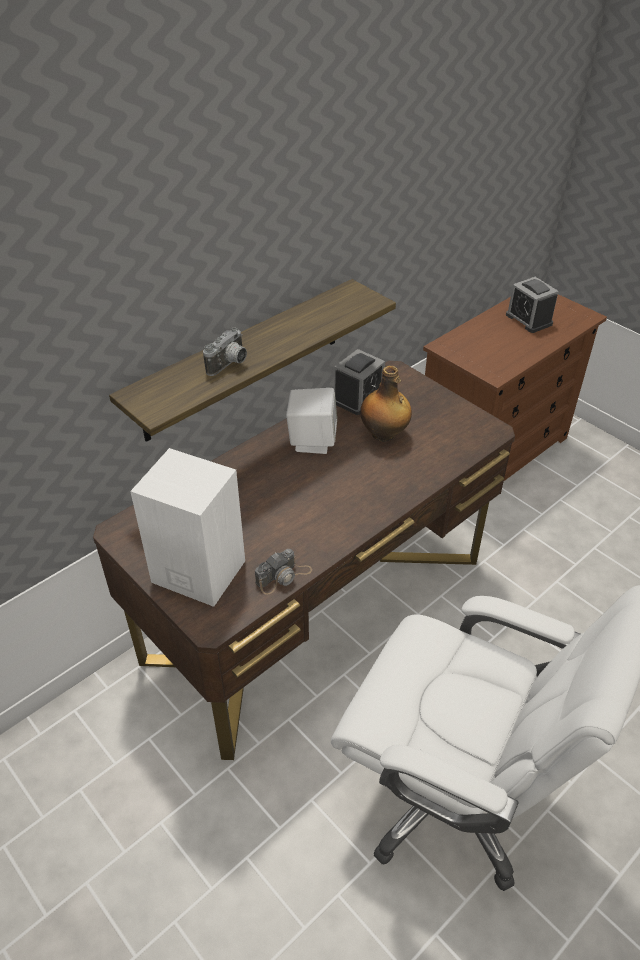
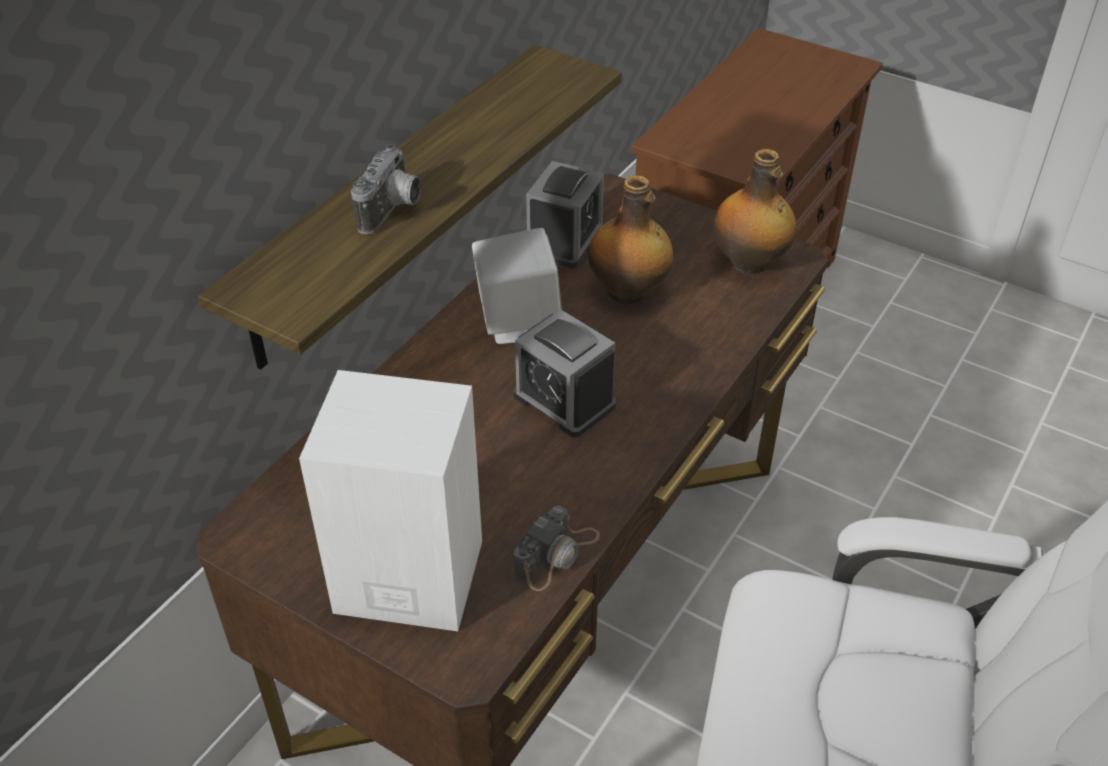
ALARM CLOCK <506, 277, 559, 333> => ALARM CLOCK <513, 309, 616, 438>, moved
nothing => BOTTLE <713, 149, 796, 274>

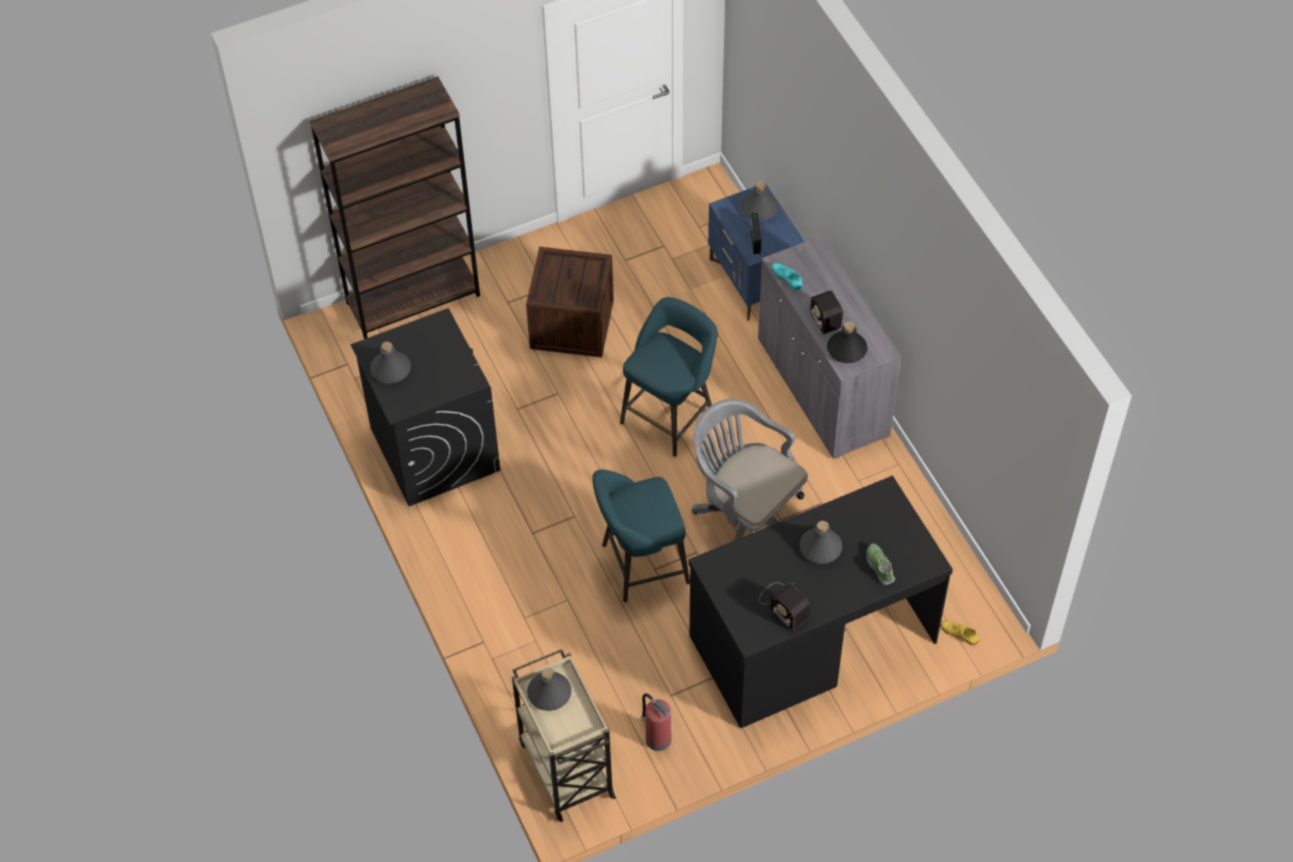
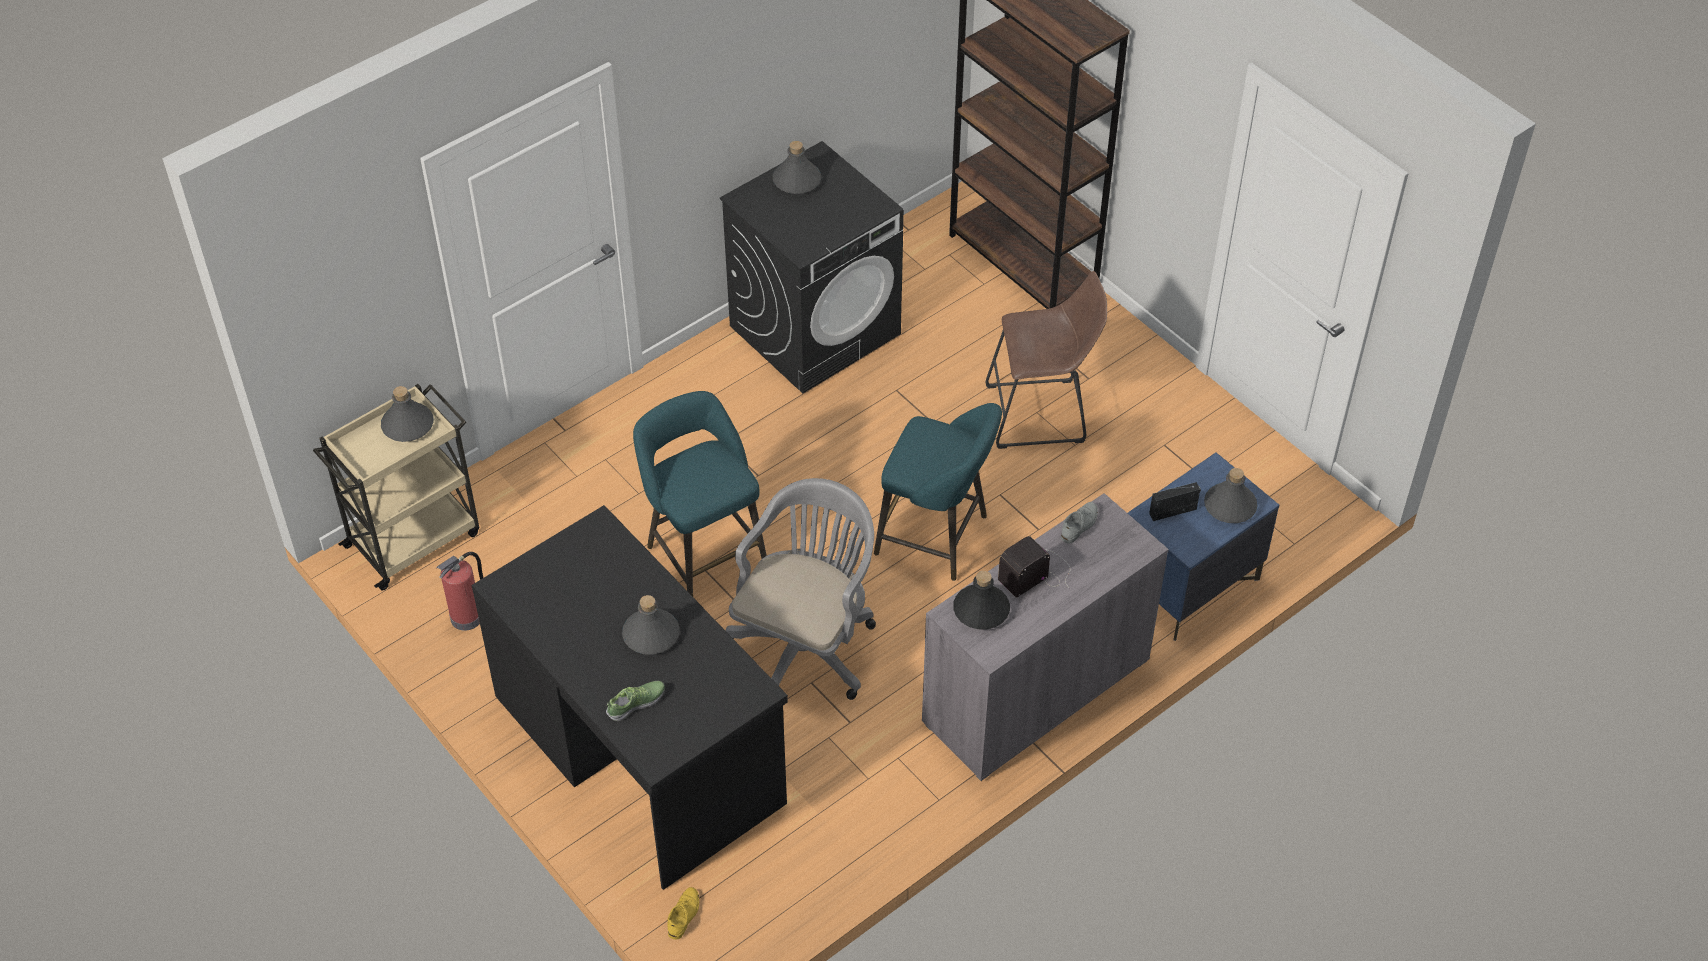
CRATE <526, 247, 614, 357> => BROWN STOOL <986, 271, 1107, 449>
TURQUOISE SHOE <771, 263, 803, 291> => GREY SHOE <1061, 502, 1098, 543>
RADIO <759, 583, 810, 631> => nothing

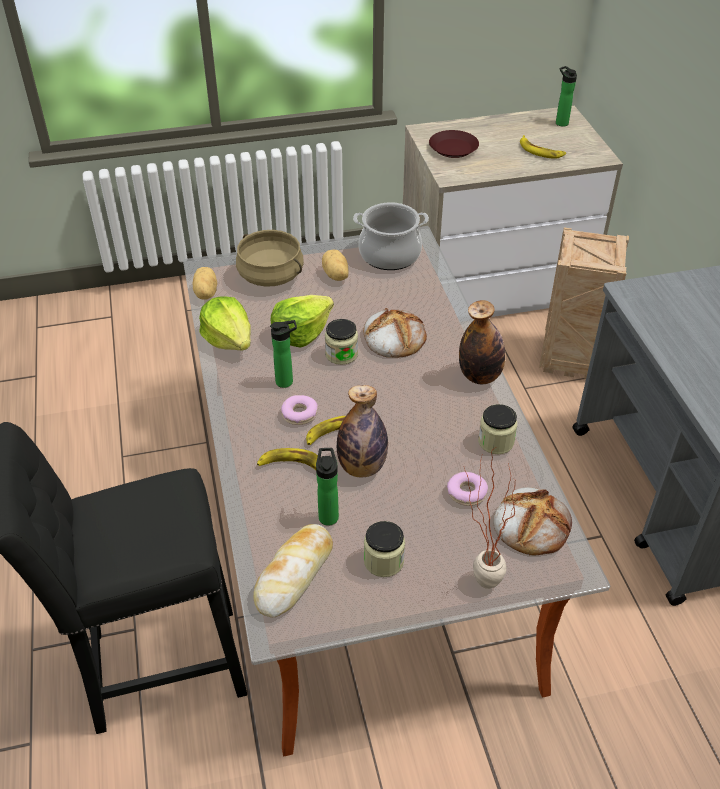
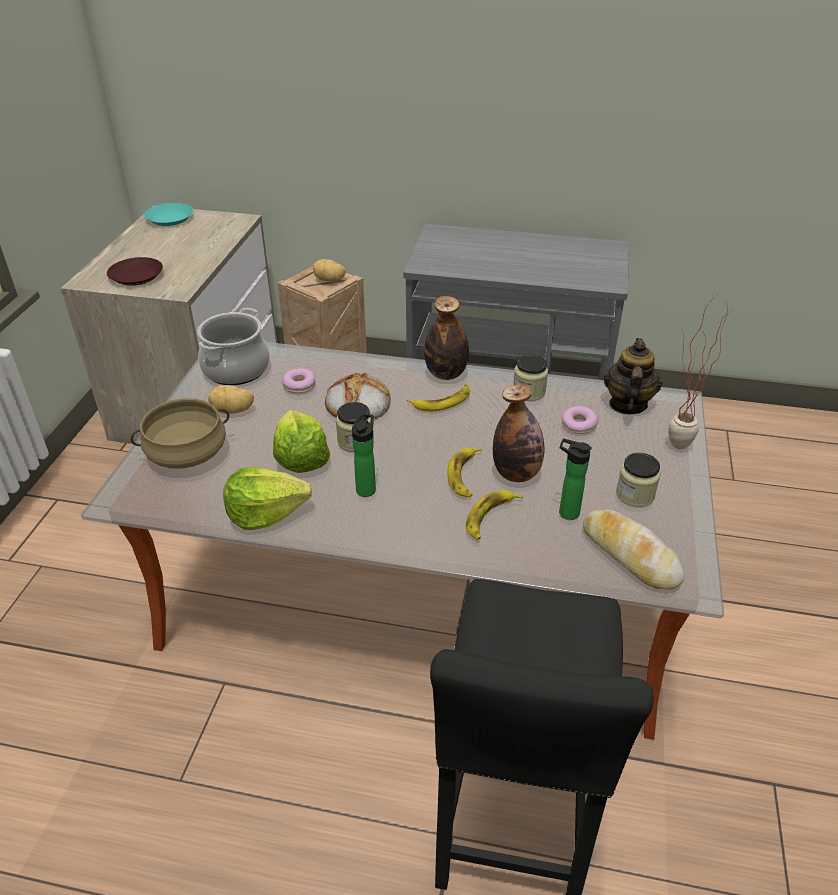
BOTTLE <556, 66, 577, 127> => TURQUOISE PLATE <144, 203, 193, 226>
DONUT <281, 395, 318, 425> => DONUT <282, 368, 316, 394>, moved
POTATO <193, 267, 217, 300> => POTATO <313, 259, 346, 282>, moved
BANANA <520, 135, 566, 159> => BANANA <407, 385, 470, 411>, moved
BREAD <493, 487, 572, 555> => TEAPOT <604, 338, 663, 414>

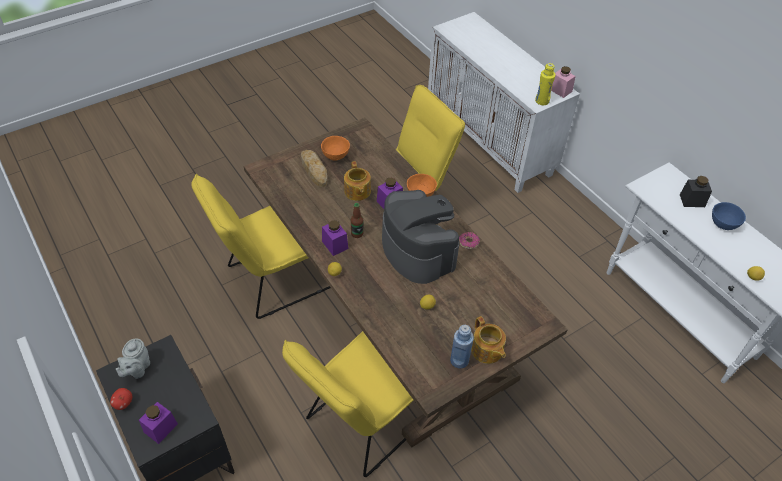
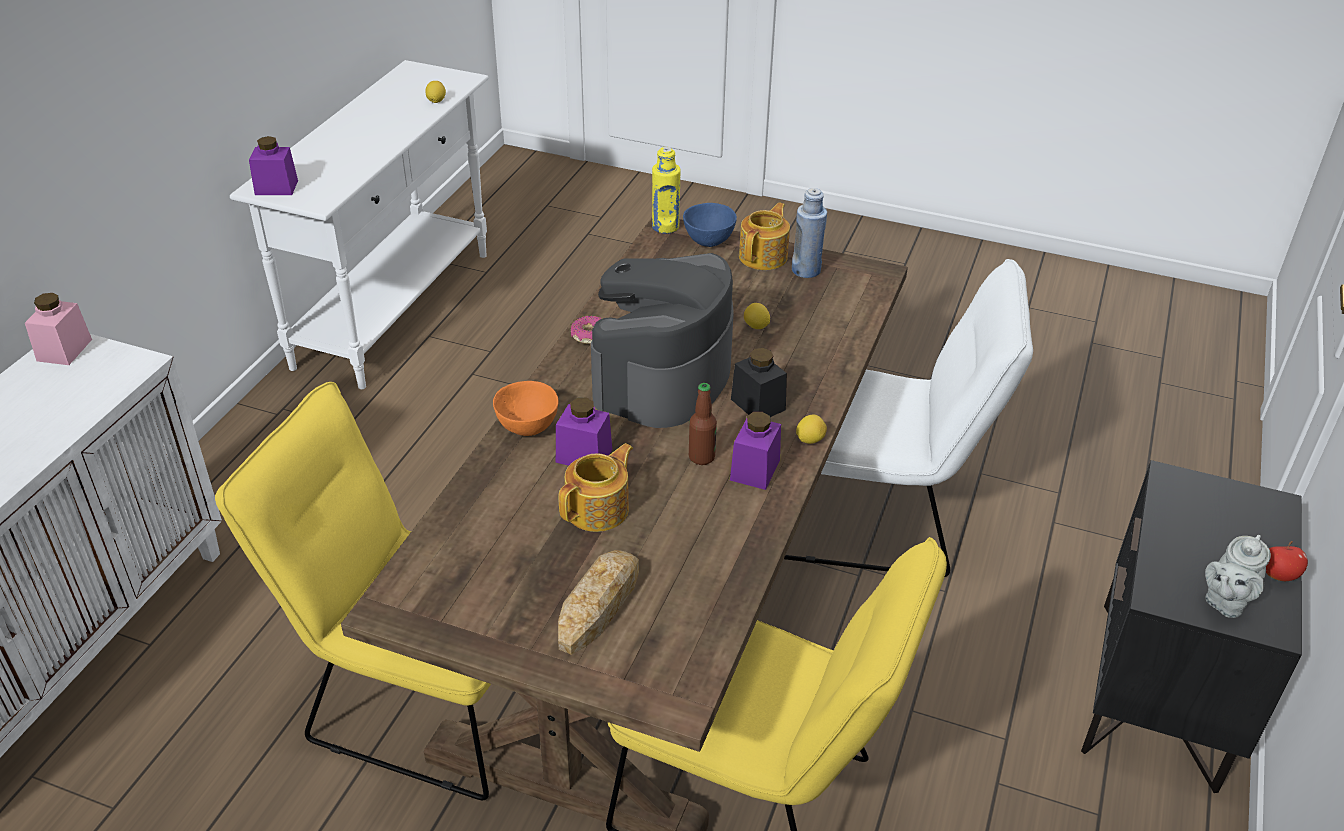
PURPLE JAR <139, 402, 178, 444> => PURPLE JAR <249, 136, 298, 195>, moved
YELLOW BOTTLE <535, 63, 555, 105> => YELLOW BOTTLE <652, 147, 681, 234>, moved
BLUE BOWL <712, 202, 746, 230> => BLUE BOWL <683, 203, 737, 247>, moved
BLACK JAR <680, 176, 712, 207> => BLACK JAR <731, 348, 787, 417>, moved
YELLOW CHAIR <282, 331, 414, 477> => WHITE CHAIR <784, 259, 1033, 577>
GREY TEAPOT <116, 339, 150, 379> => GREY TEAPOT <1205, 535, 1271, 618>, 150 degrees clockwise
ORANGE BOWL <321, 136, 350, 161> => nothing

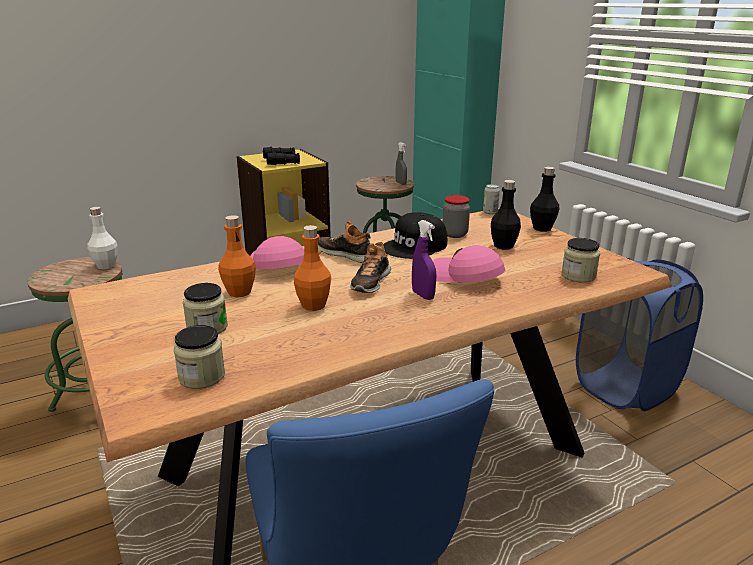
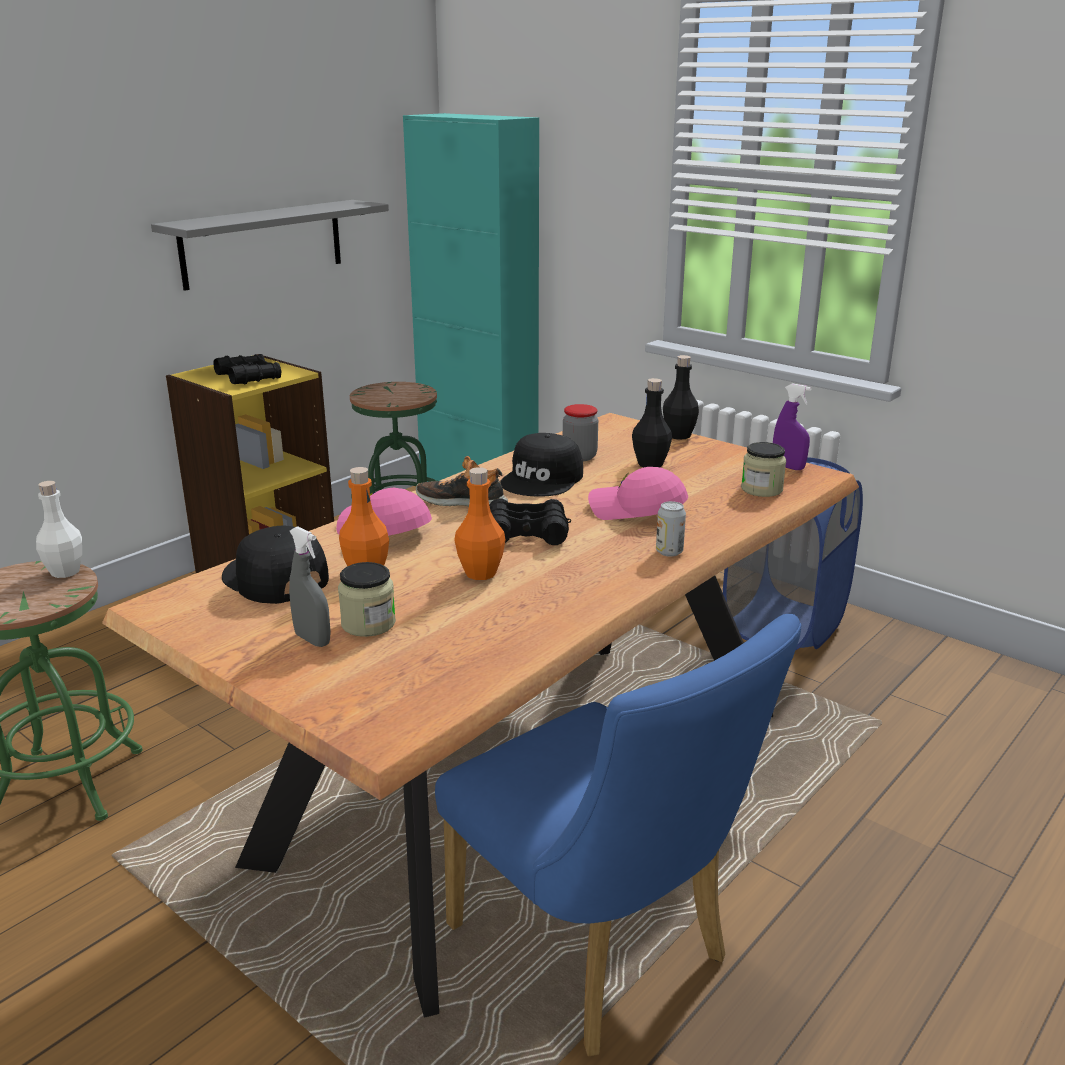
nothing => GREY SHELF <151, 200, 389, 291>
nothing => BLACK CAP <222, 526, 329, 604>
GREY SPRAY BOTTLE <396, 142, 407, 185> => GREY SPRAY BOTTLE <289, 526, 331, 647>, moved
SHOE <350, 242, 391, 293> => BLACK BINOCULARS <489, 498, 571, 545>
CAN <483, 184, 500, 214> => CAN <656, 501, 686, 557>, moved
PURPLE SPRAY BOTTLE <412, 220, 436, 300> => PURPLE SPRAY BOTTLE <773, 383, 811, 470>, moved
JAR <174, 325, 225, 389> => nothing

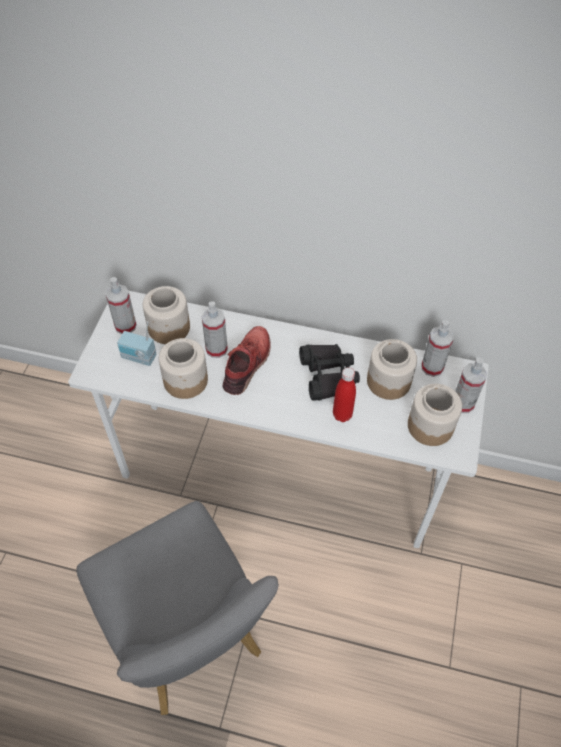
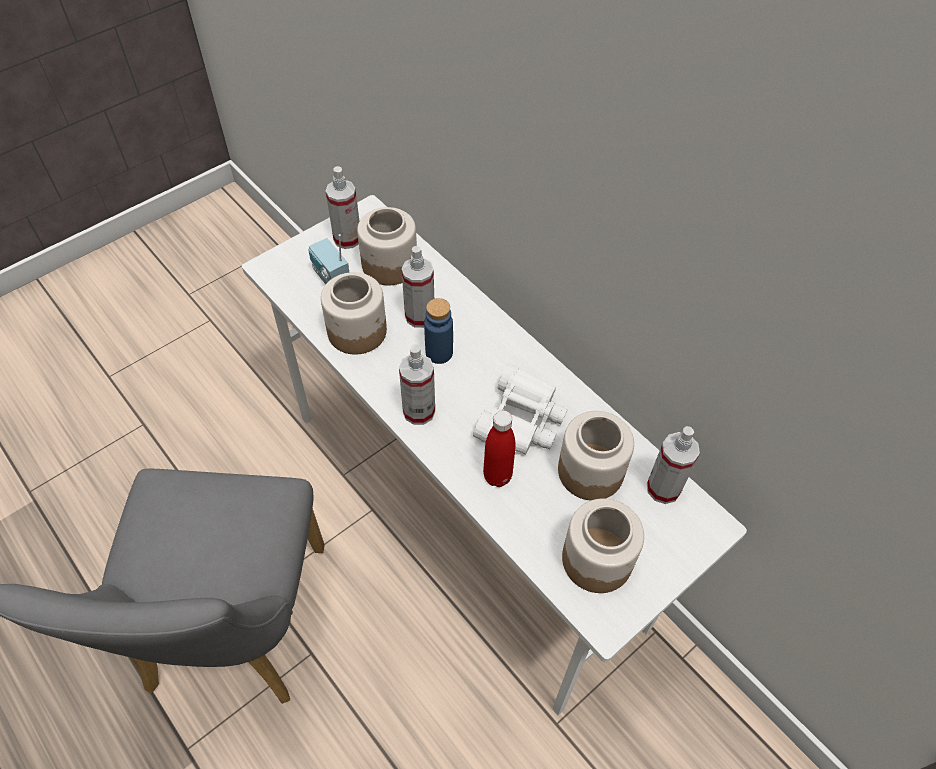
SPRAY BOTTLE <455, 357, 487, 413> => SPRAY BOTTLE <399, 345, 435, 425>, moved
RED SHOE <223, 326, 271, 395> => BLUE BOTTLE <424, 298, 453, 364>
BLACK BINOCULARS <299, 344, 360, 401> => WHITE BINOCULARS <473, 364, 568, 455>

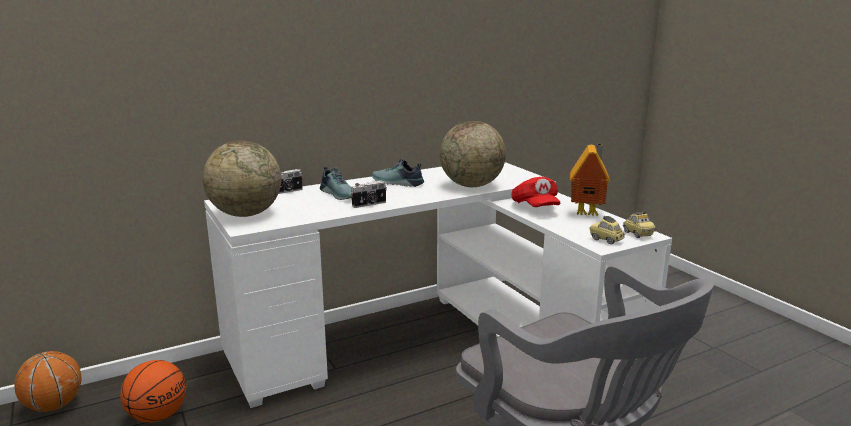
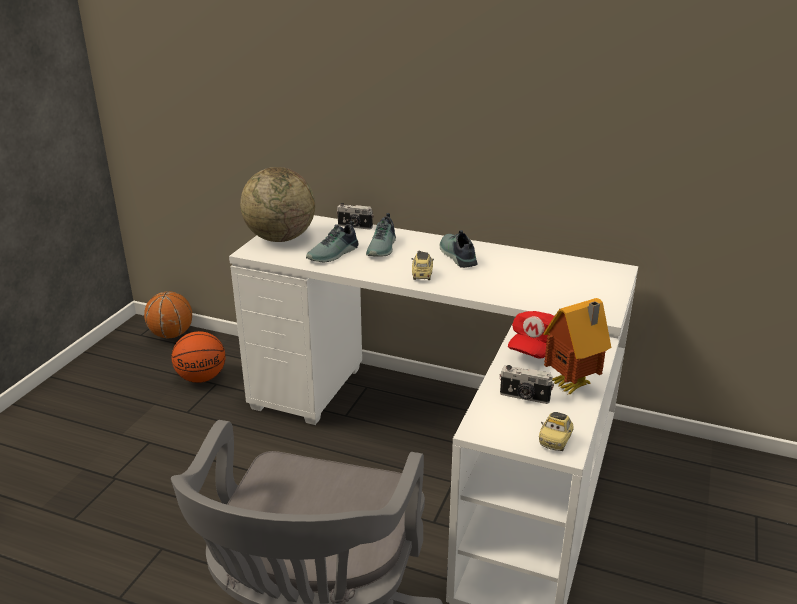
nothing => SHOE <306, 221, 358, 262>
TOY CAR <590, 216, 625, 244> => TOY CAR <412, 251, 434, 280>, moved
PHOTO CAMERA <351, 181, 387, 208> => PHOTO CAMERA <500, 365, 554, 404>, moved
GLOBE <440, 121, 506, 187> => nothing

